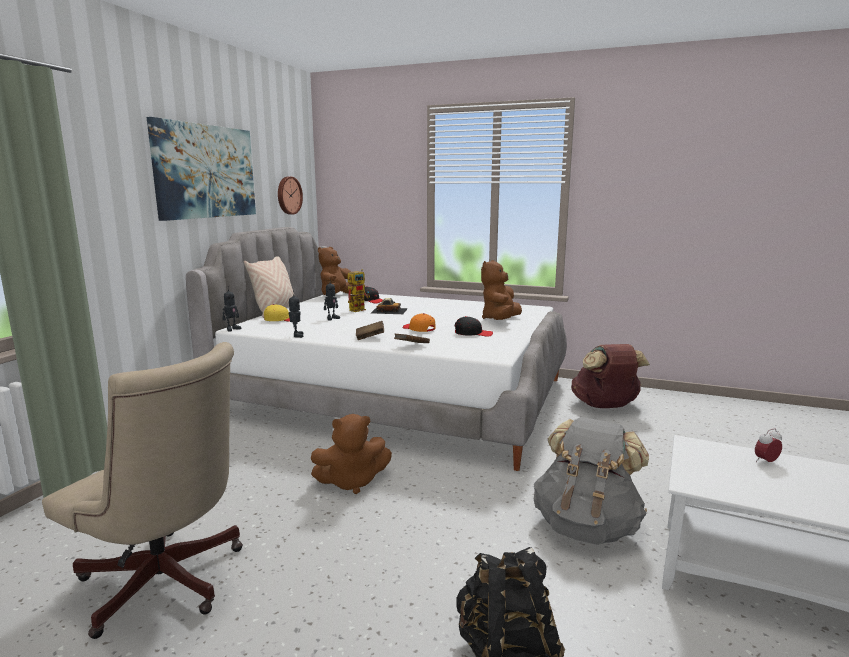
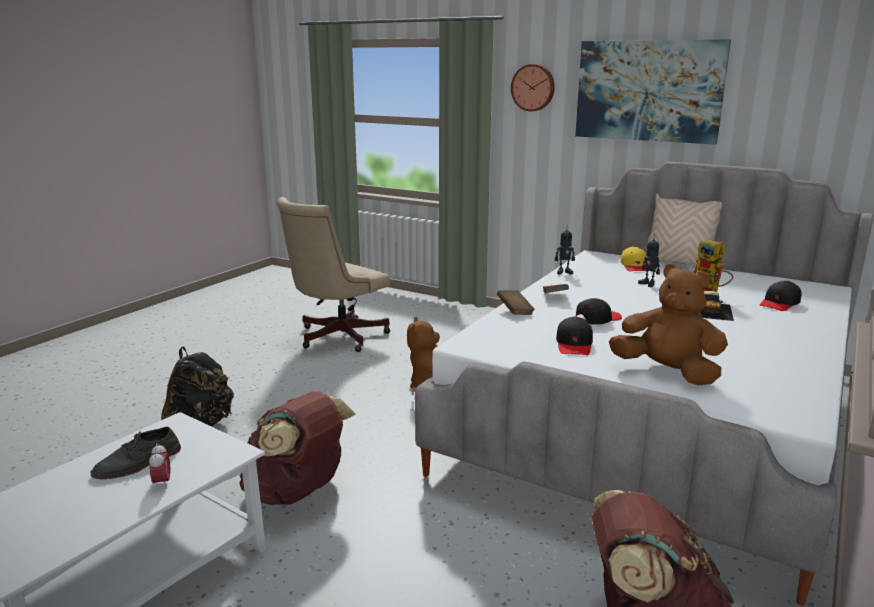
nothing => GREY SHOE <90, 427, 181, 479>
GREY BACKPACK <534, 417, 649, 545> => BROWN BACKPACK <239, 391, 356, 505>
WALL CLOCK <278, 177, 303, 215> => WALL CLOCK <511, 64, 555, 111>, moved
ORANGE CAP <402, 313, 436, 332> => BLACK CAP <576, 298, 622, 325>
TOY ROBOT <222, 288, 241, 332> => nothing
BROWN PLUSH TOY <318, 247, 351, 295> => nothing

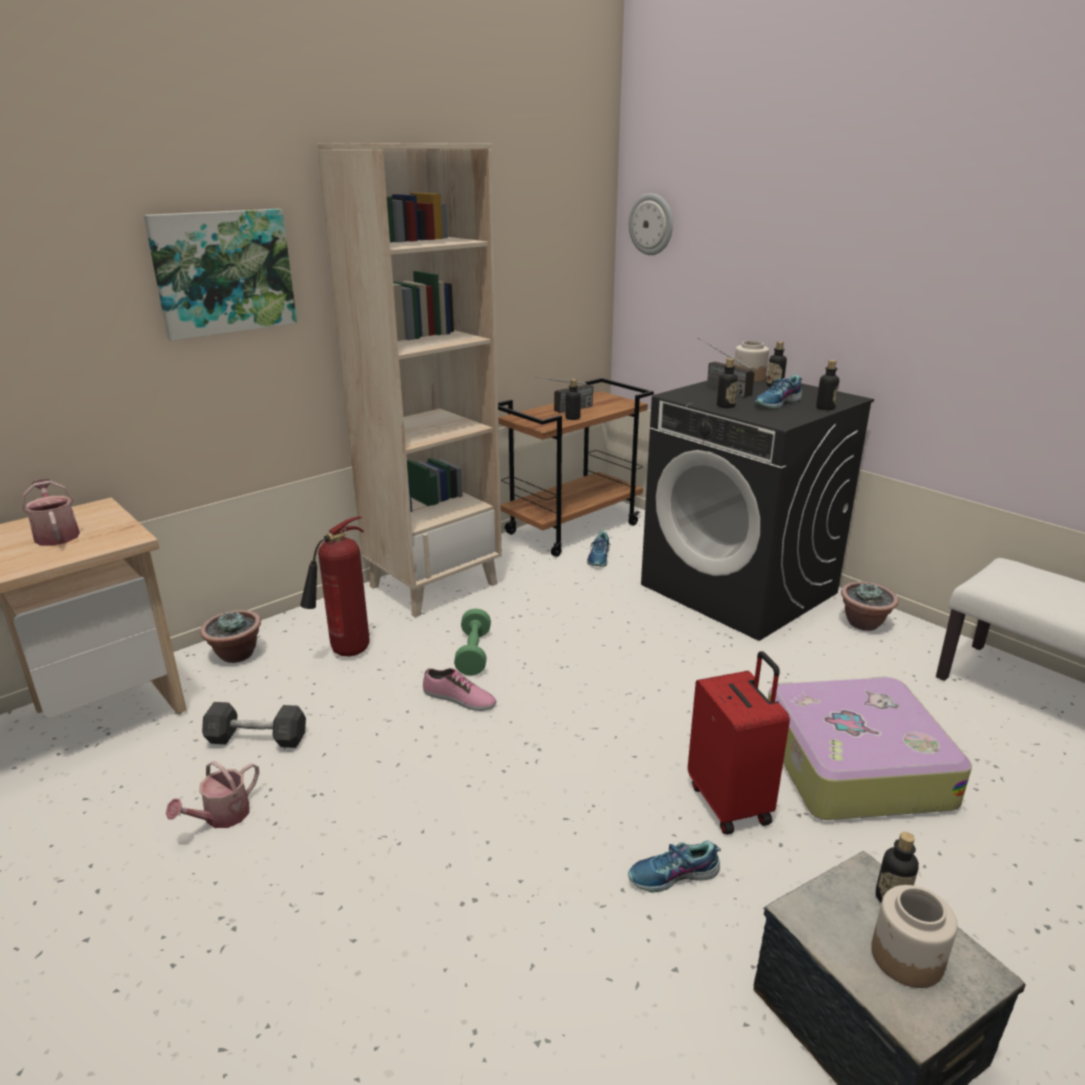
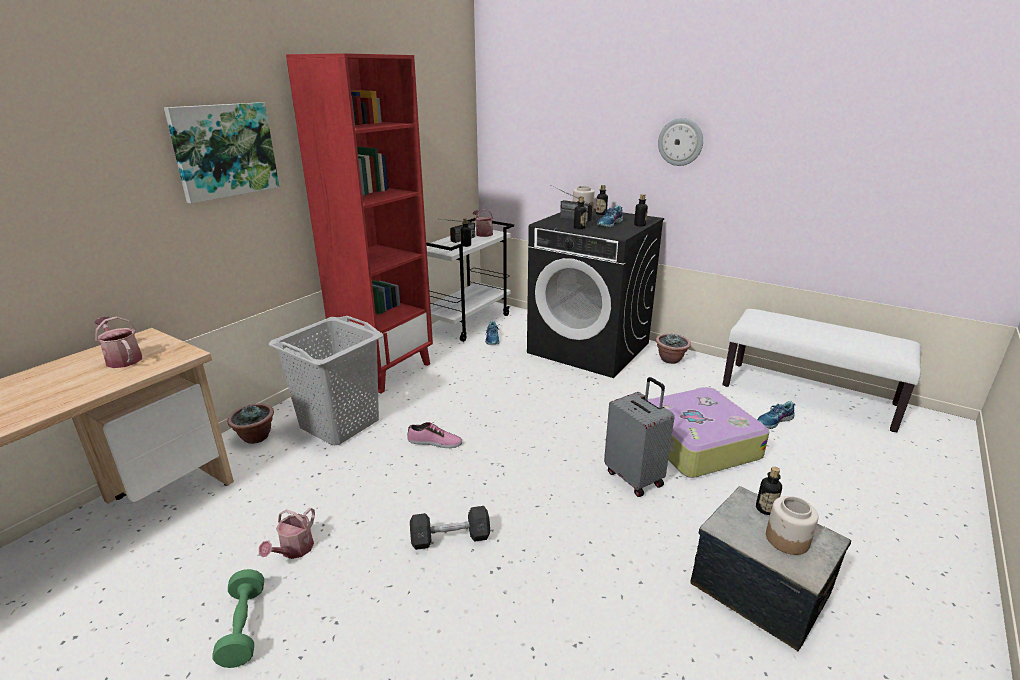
GREEN DUMBBELL <454, 608, 491, 676> => GREEN DUMBBELL <213, 569, 264, 668>, moved
FIRE EXTINGUISHER <300, 516, 370, 656> => GREY LAUNDRY BASKET <269, 316, 383, 445>
BEIGE BOOKCASE <317, 143, 502, 618> => RED BOOKCASE <286, 53, 433, 393>
GREY DUMBBELL <202, 702, 306, 748> => GREY DUMBBELL <410, 506, 490, 550>, moved
BROWN CART <498, 378, 654, 557> => WHITE CART <426, 218, 514, 342>
nothing => WATERING CAN <473, 209, 493, 237>
RED SUITCASE <688, 651, 790, 835> => GREY SUITCASE <604, 377, 674, 497>
WALL CLOCK <629, 193, 673, 255> => WALL CLOCK <658, 118, 703, 166>, moved
SHOE <628, 841, 721, 893> => SHOE <757, 401, 795, 429>, moved

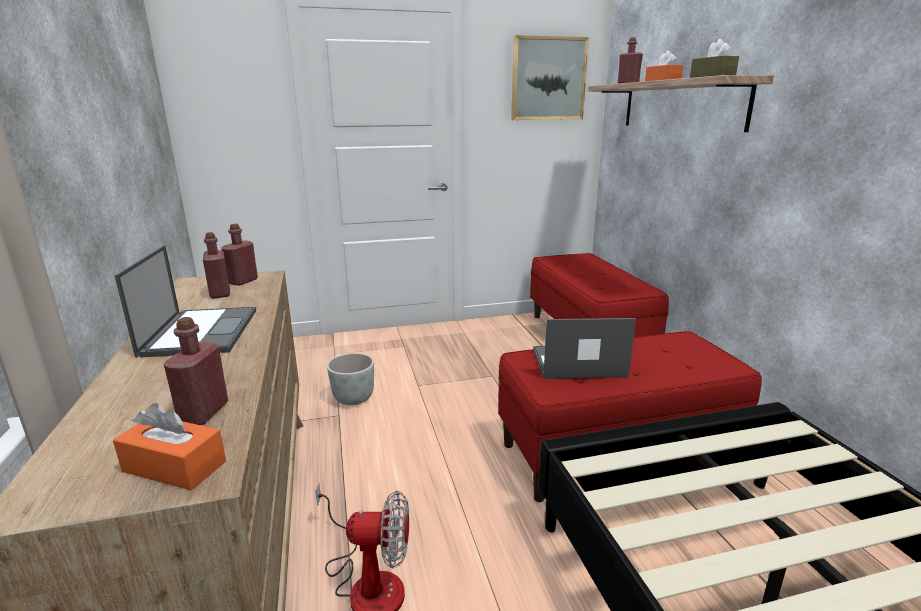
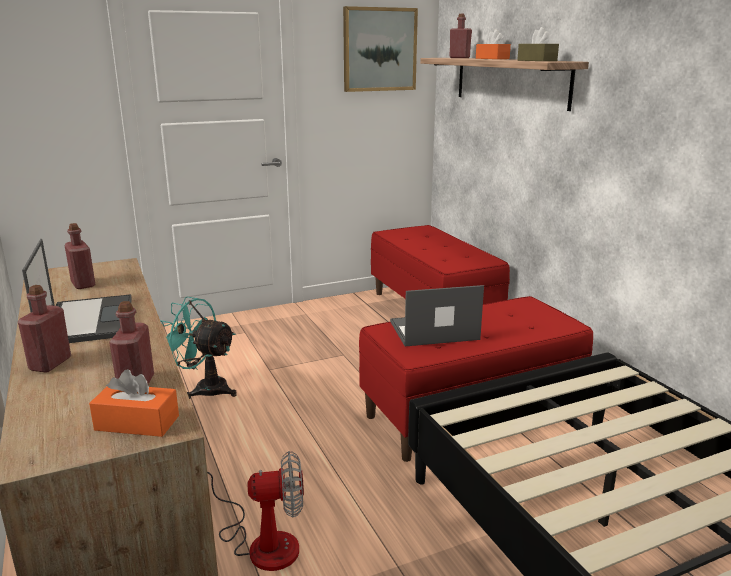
RED BOTTLE <221, 224, 258, 286> => RED BOTTLE <18, 285, 71, 373>, moved
GREY PLANTER <327, 353, 374, 405> => TURQUOISE FAN <160, 296, 237, 399>

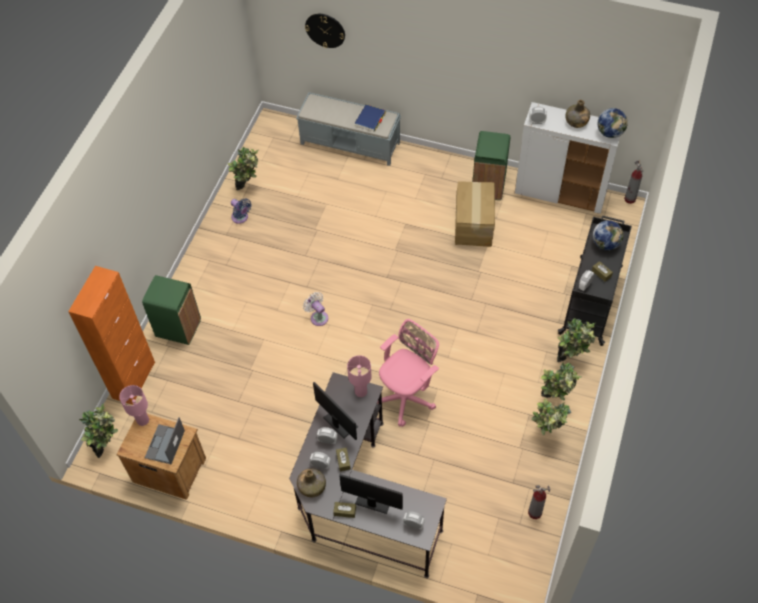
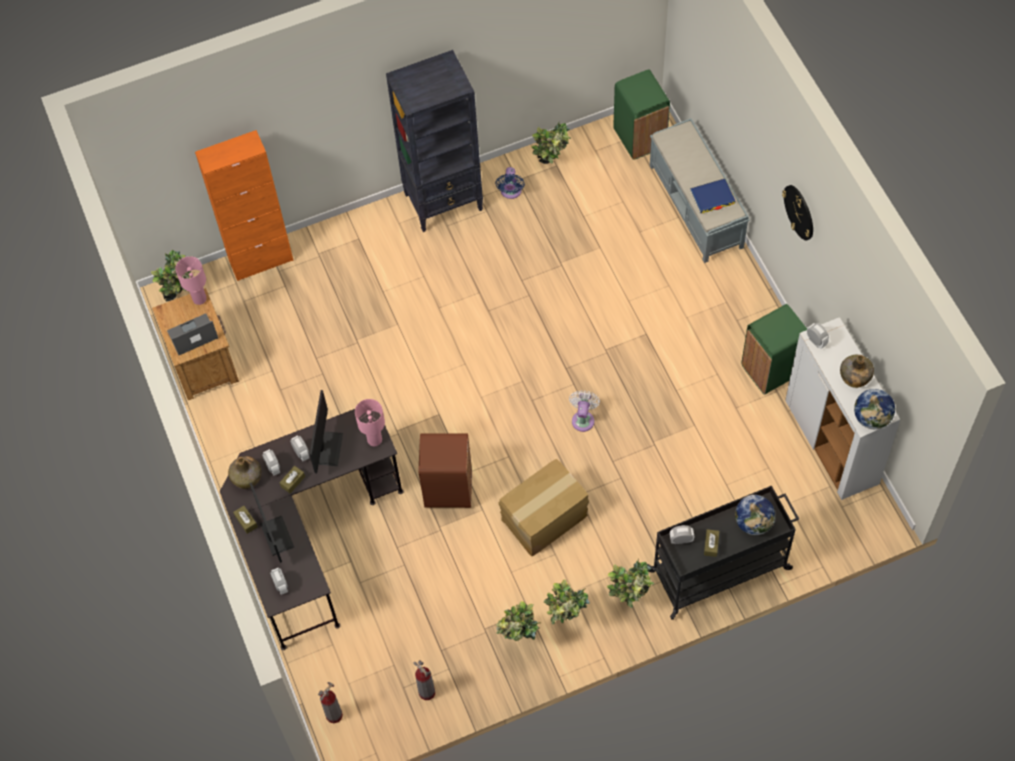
FIRE EXTINGUISHER <624, 159, 643, 204> => FIRE EXTINGUISHER <318, 682, 343, 723>, moved
nothing => BLACK BOOKCASE <386, 50, 483, 232>
PINK OFFICE CHAIR <377, 319, 439, 427> => BROWN TRASH CAN <419, 433, 472, 508>
CARDBOARD BOX <455, 181, 495, 247> => CARDBOARD BOX <499, 459, 589, 556>, moved
WHITE FAN <303, 292, 328, 326> => WHITE FAN <569, 391, 600, 432>, moved
GREEN TRASH CAN <142, 275, 201, 345> => GREEN TRASH CAN <613, 70, 670, 160>, moved
WALL CLOCK <305, 14, 345, 48> => WALL CLOCK <782, 185, 813, 240>, moved

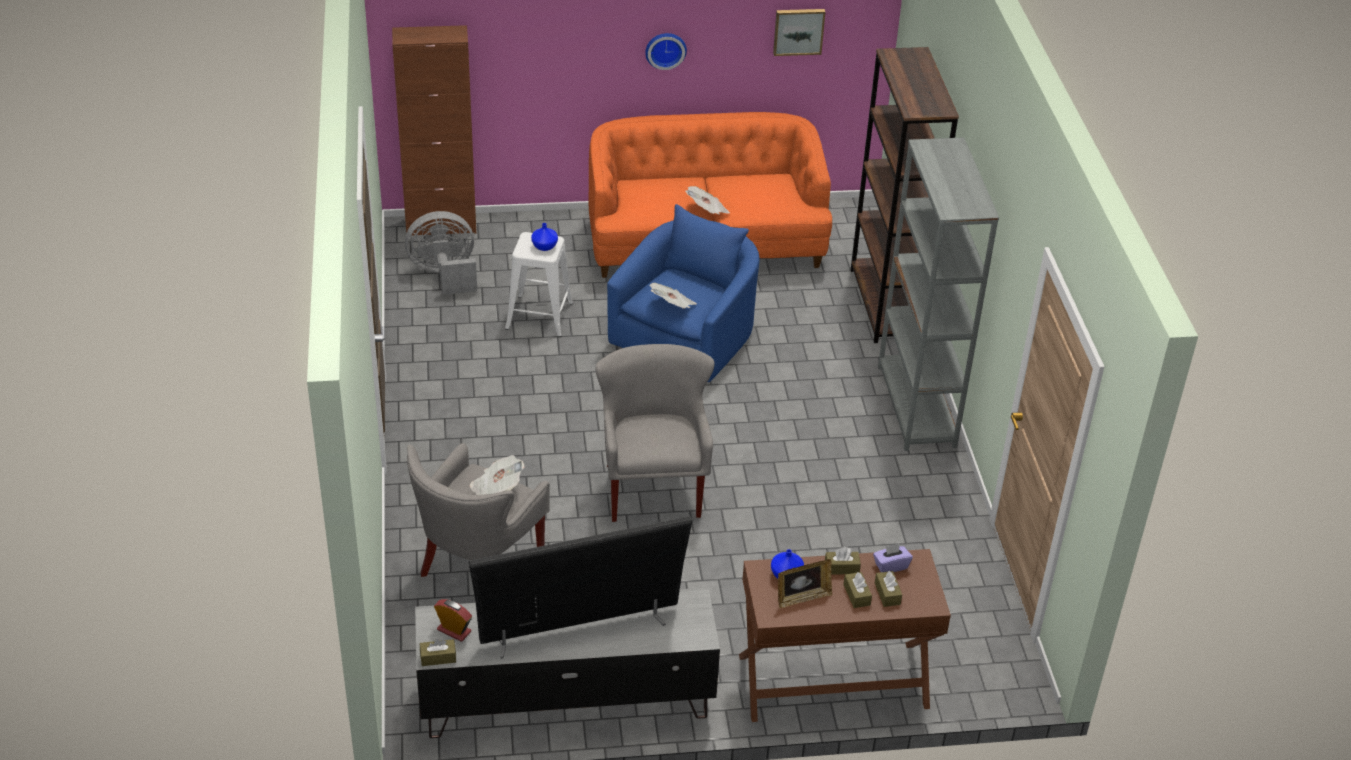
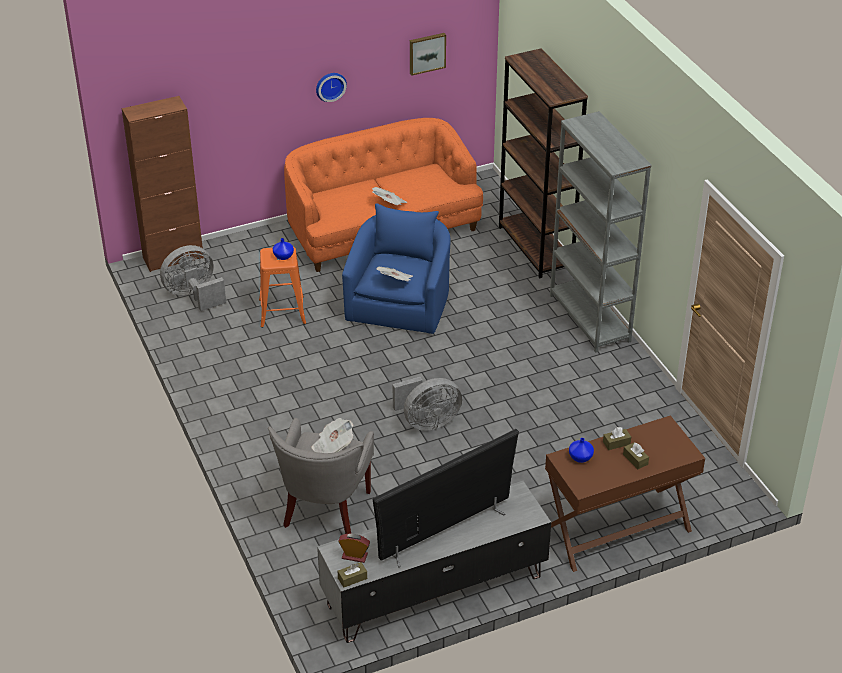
WHITE STOOL <505, 232, 573, 337> => ORANGE STOOL <259, 247, 306, 328>
GREY ARMCHAIR <595, 344, 715, 522> => GREY FAN <392, 377, 462, 431>
PICTURE FRAME <778, 559, 832, 608> => nothing
PURPLE TISSUE BOX <873, 544, 913, 572> => nothing
BROWN TISSUE BOX <875, 571, 902, 607> => nothing

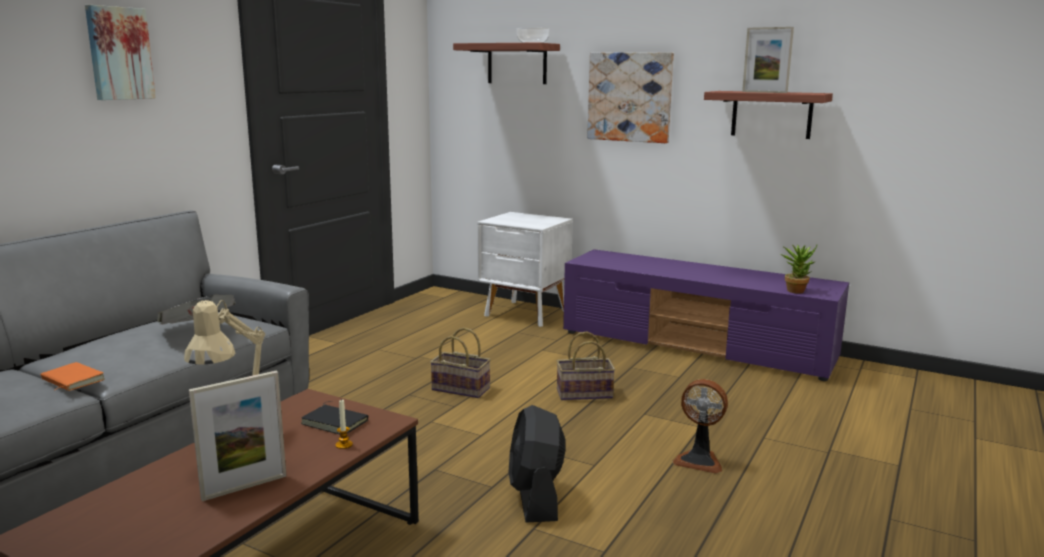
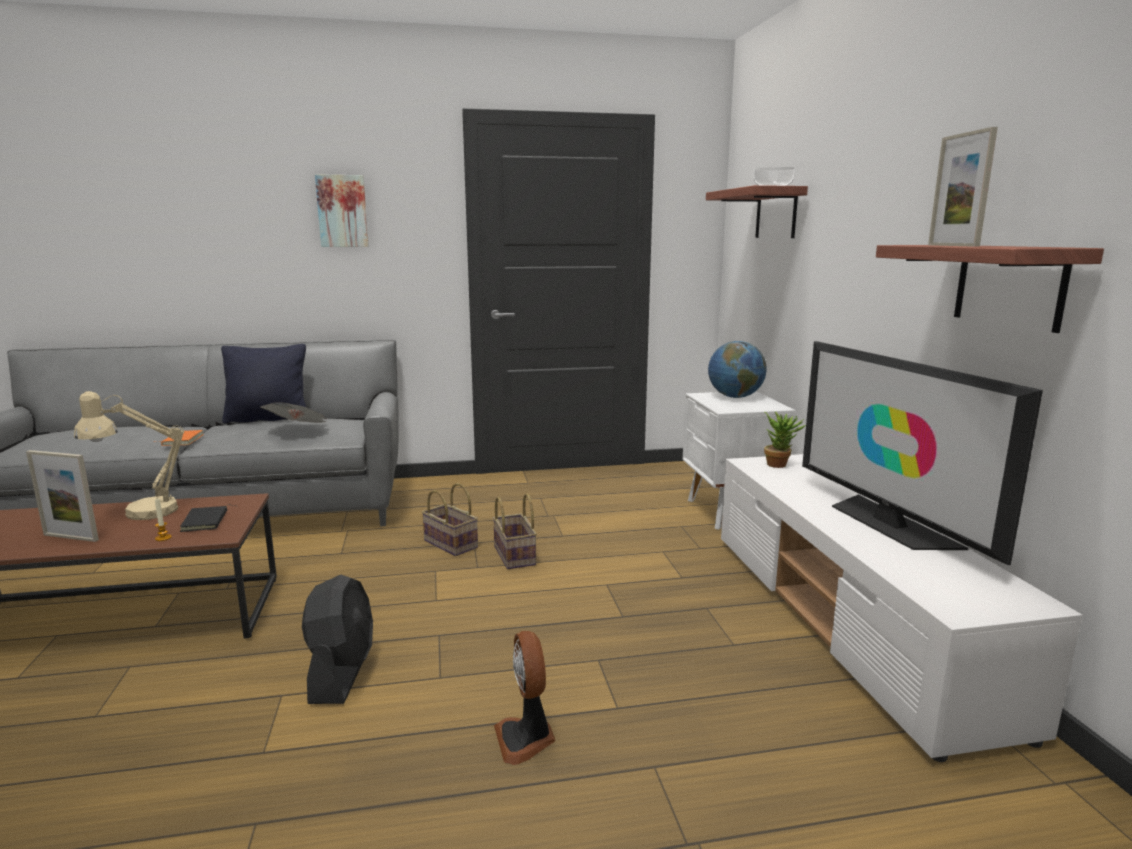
nothing => BLACK PILLOW <221, 344, 306, 423>
BLACK FAN <508, 405, 566, 522> => BLACK FAN <302, 575, 373, 704>, 135 degrees clockwise
BASKET <557, 331, 615, 400> => BASKET <422, 483, 478, 556>, moved
nothing => GLOBE <708, 341, 767, 398>
PURPLE TV STAND <563, 249, 849, 381> => WHITE TV STAND <721, 454, 1083, 762>
POTTED PLANT <781, 245, 817, 293> => POTTED PLANT <764, 411, 806, 468>, moved
nothing => TELEVISION <802, 341, 1043, 565>
PICTURE <587, 52, 674, 143> => nothing

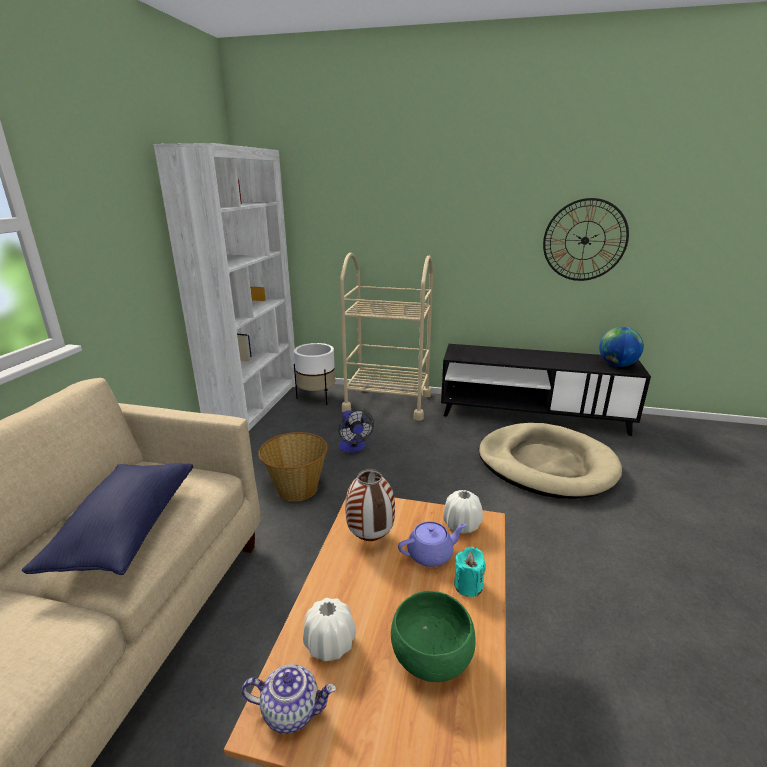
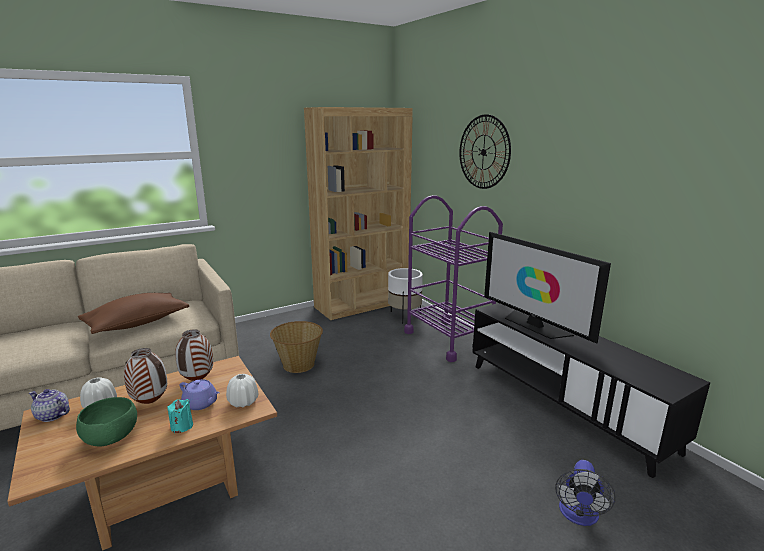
TEAPOT <242, 664, 336, 734> => TEAPOT <29, 389, 70, 422>, 150 degrees clockwise
BLUE PILLOW <22, 463, 193, 575> => BROWN PILLOW <78, 293, 189, 334>
nothing => VASE <124, 348, 167, 404>
WHITE BOOKCASE <153, 143, 296, 430> => BROWN BOOKCASE <304, 107, 413, 320>
BEIGE CART <340, 253, 433, 421> => PURPLE CART <404, 195, 503, 362>
WALL CLOCK <543, 198, 629, 281> => WALL CLOCK <459, 114, 511, 189>, moved
nothing => TELEVISION <484, 232, 611, 344>
FAN <338, 410, 374, 453> => FAN <555, 460, 616, 526>, moved
BEIGE DOG BED <479, 423, 622, 499> => nothing
GLOBE <599, 327, 644, 367> => nothing

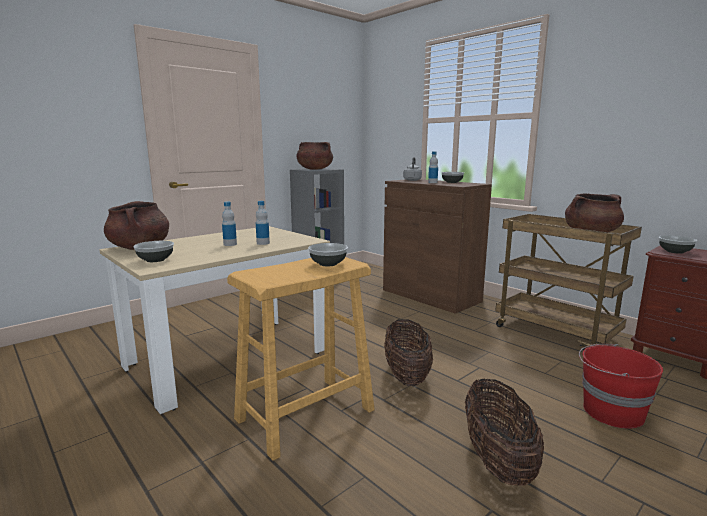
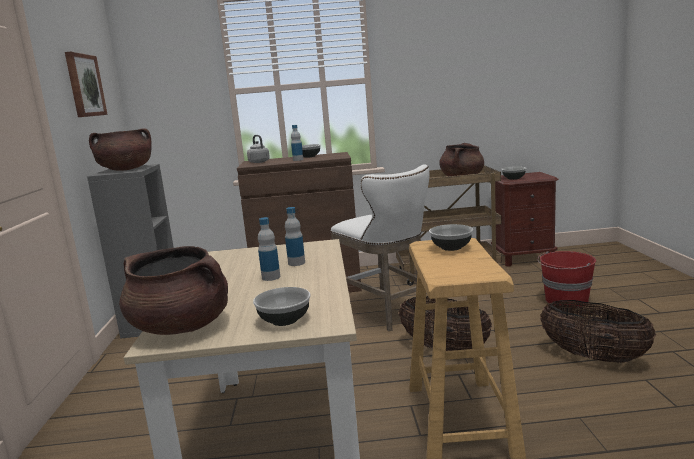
nothing => PICTURE <65, 52, 108, 117>
nothing => WHITE STOOL <330, 165, 429, 331>

